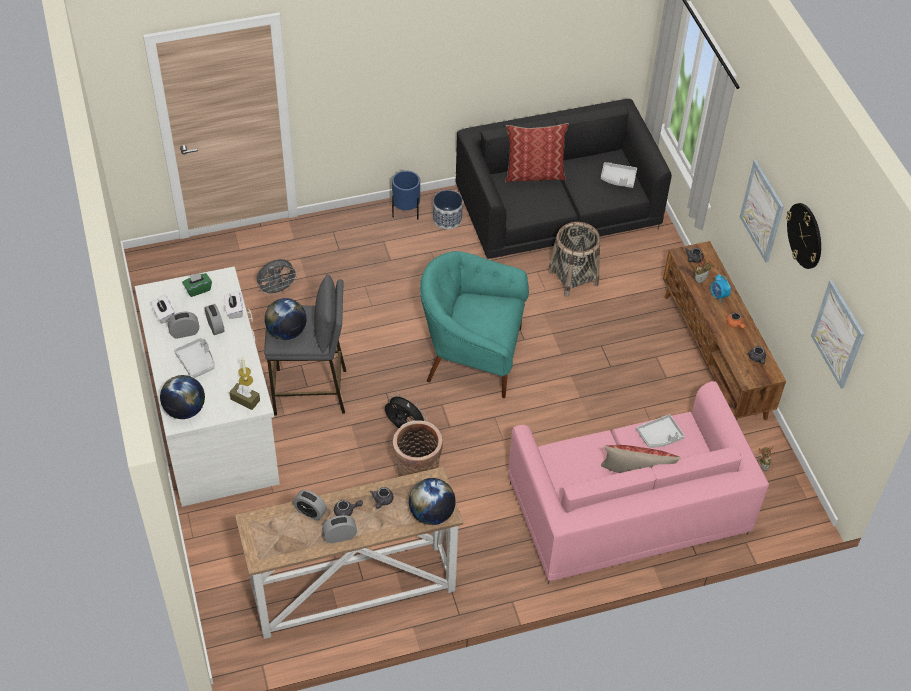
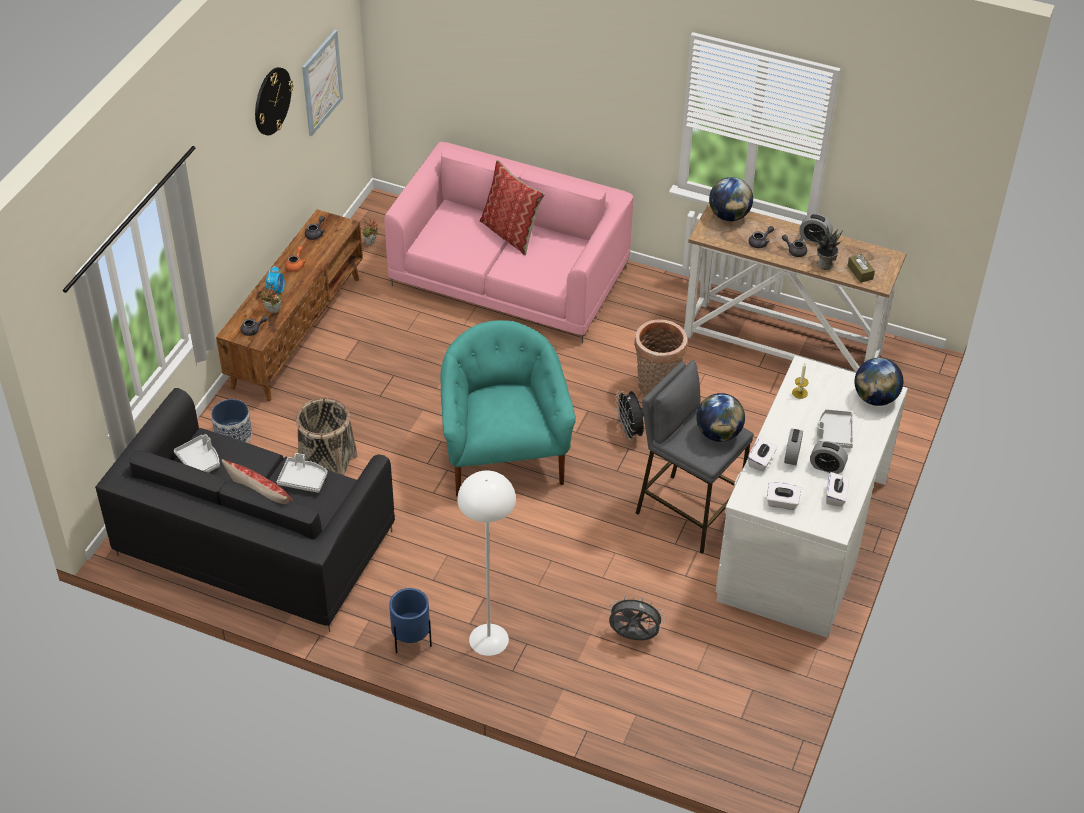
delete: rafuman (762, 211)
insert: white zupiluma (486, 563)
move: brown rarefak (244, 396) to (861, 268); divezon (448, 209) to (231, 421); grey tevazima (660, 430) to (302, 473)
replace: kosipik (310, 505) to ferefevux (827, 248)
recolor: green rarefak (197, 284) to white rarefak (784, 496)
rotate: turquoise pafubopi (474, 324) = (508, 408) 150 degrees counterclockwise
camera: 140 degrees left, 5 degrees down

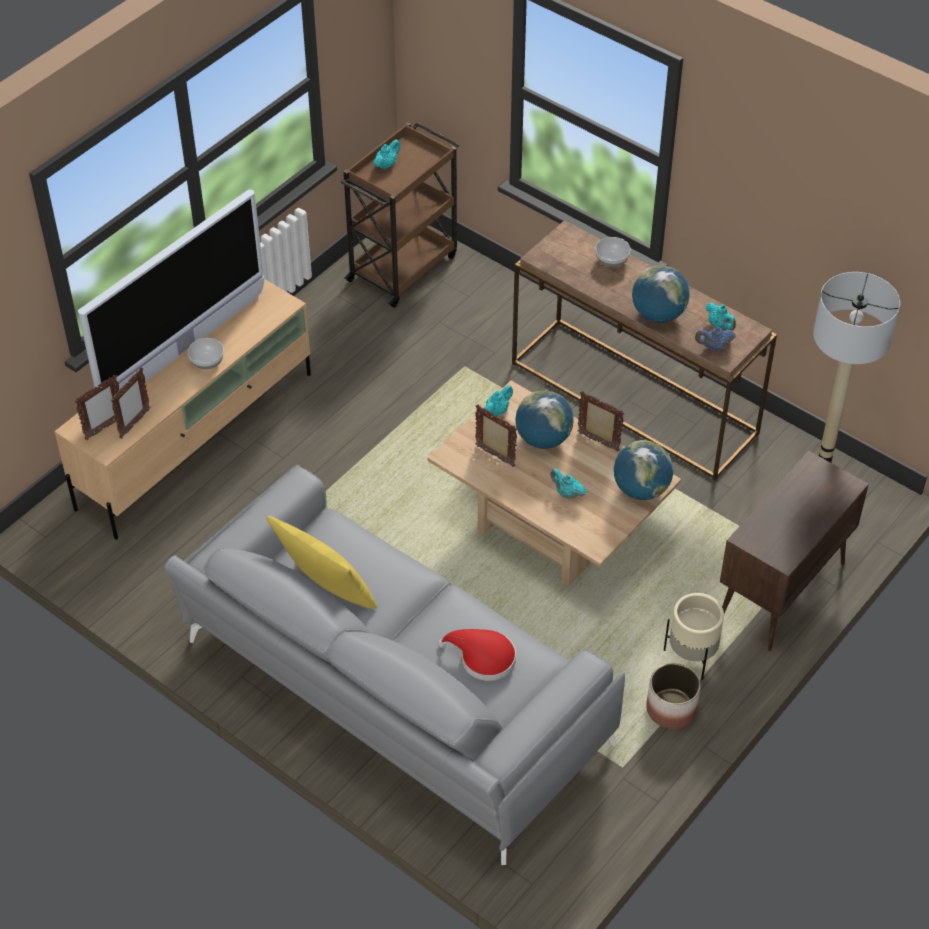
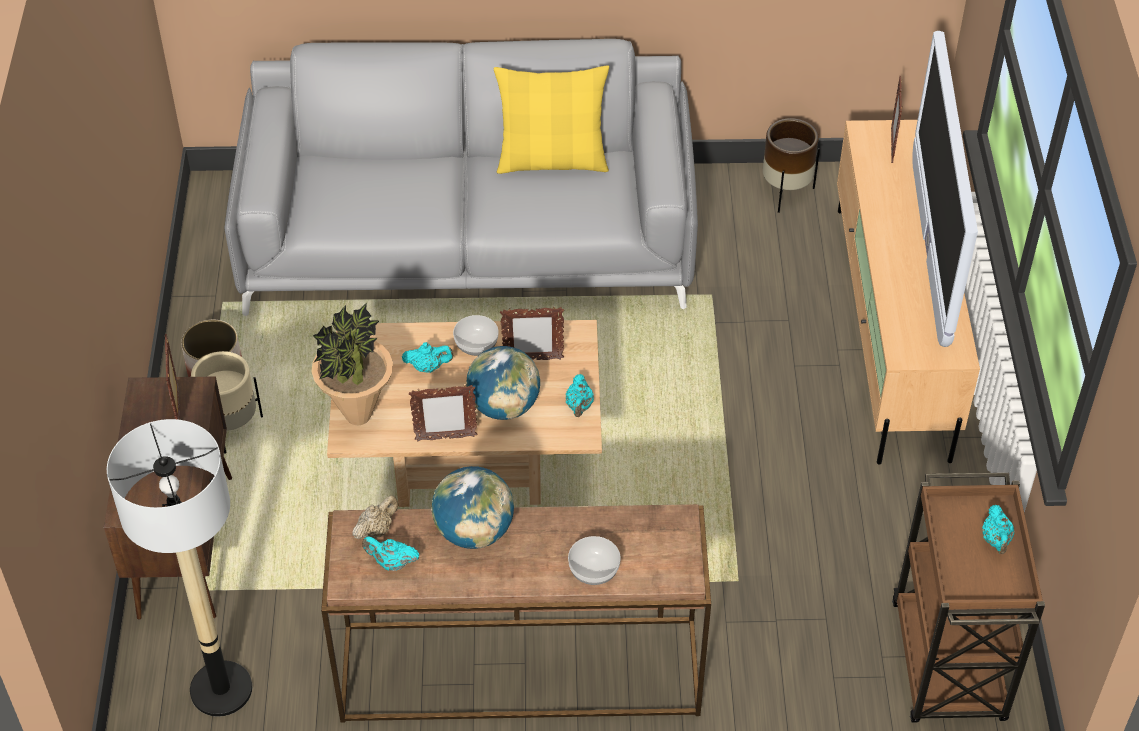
delete: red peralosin (477, 655)
insert: brown divezon (791, 165)
move: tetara (130, 403) to (172, 377); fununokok (206, 353) to (475, 335)
replace: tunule (643, 470) to ferefevux (352, 364)
recolor: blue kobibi (715, 339) to beige kobibi (375, 517)
camera: 140 degrees right, 0 degrees up

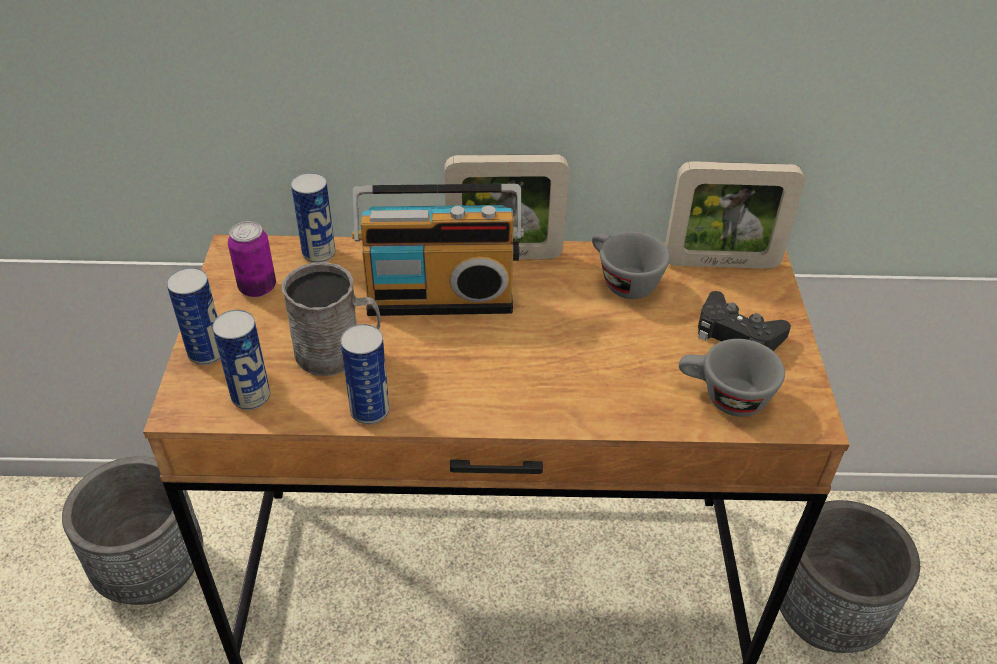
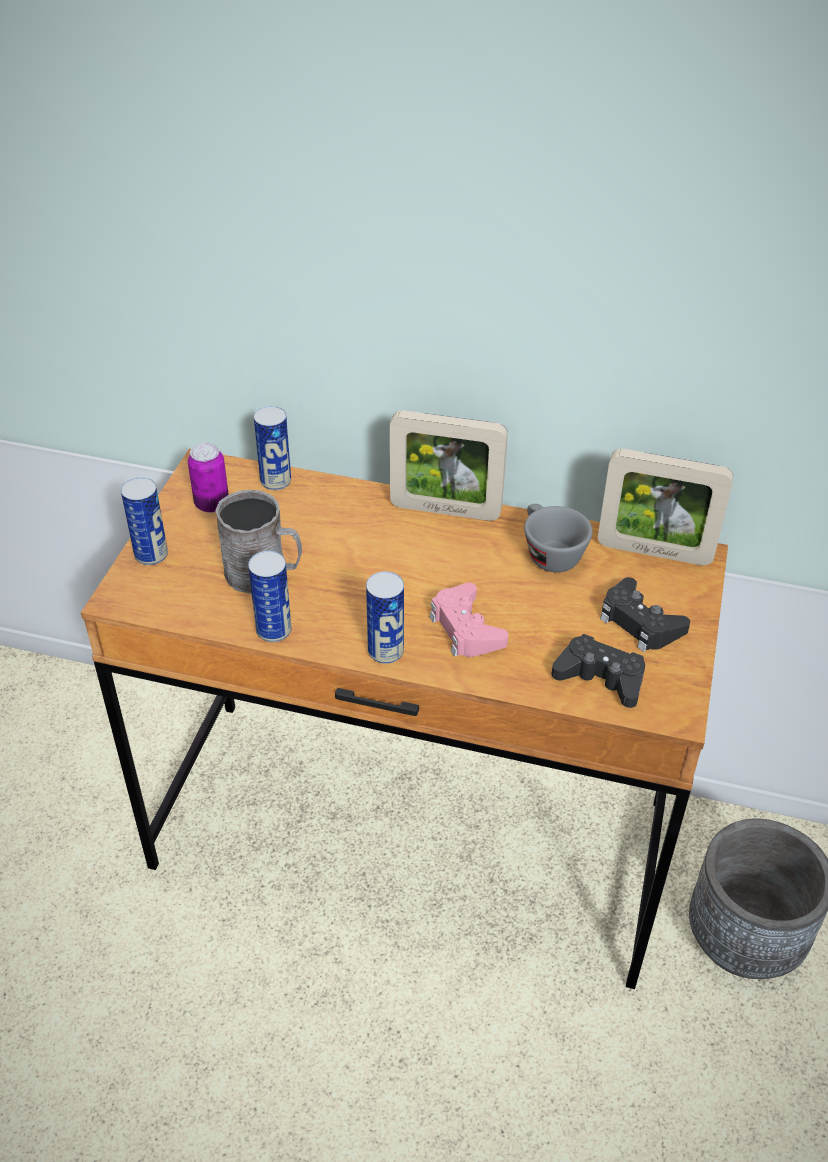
delete: grey divezon (132, 530); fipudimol (438, 250)
insert: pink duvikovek (469, 620)
move: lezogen (241, 360) to (385, 617)
replace: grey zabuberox (732, 378) to black duvikovek (598, 671)
camera: 15 degrees right, 0 degrees up

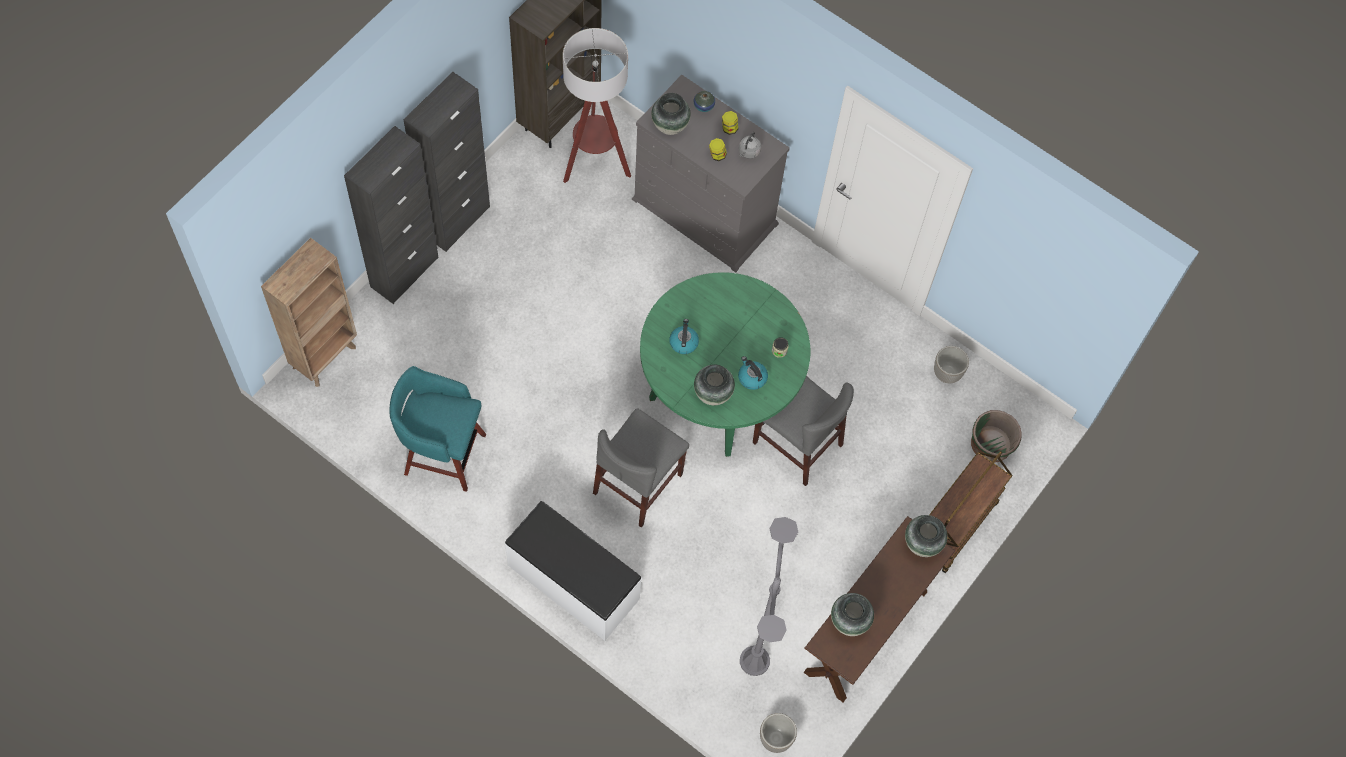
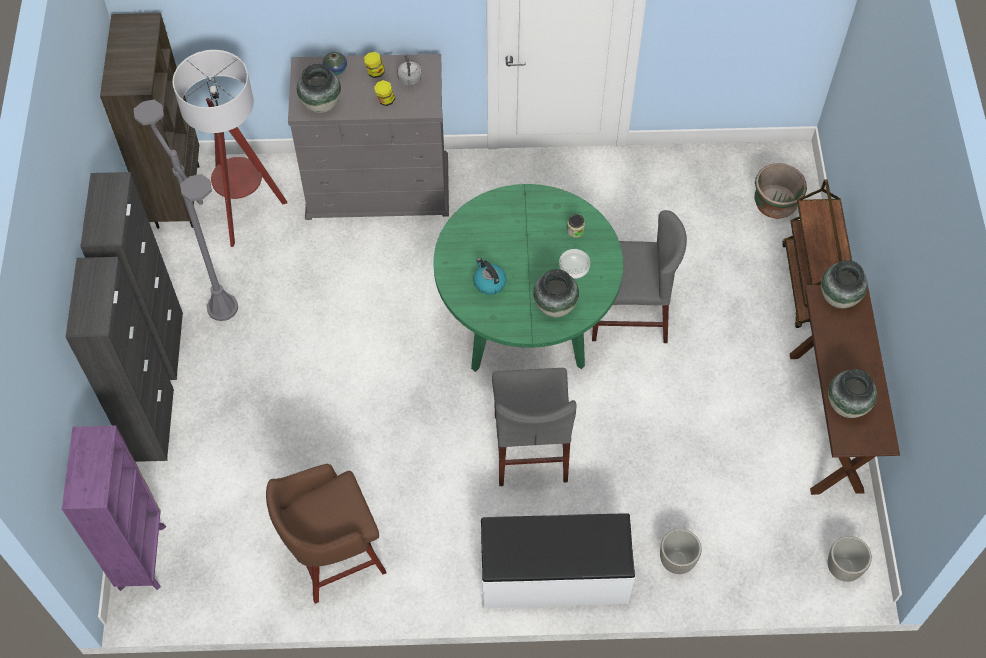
move: grey zupiluma (769, 596) to (186, 210); divezon (951, 364) to (681, 551)
replace: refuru (753, 373) to fununokok (574, 264)
recolor: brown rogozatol (309, 312) to purple rogozatol (114, 508); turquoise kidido (437, 429) to brown kidido (326, 534)
camera: 35 degrees left, 5 degrees down

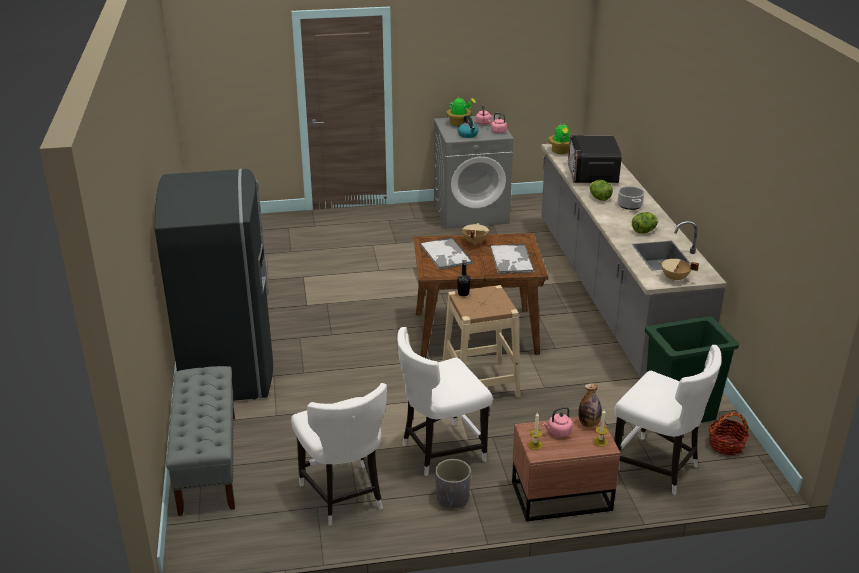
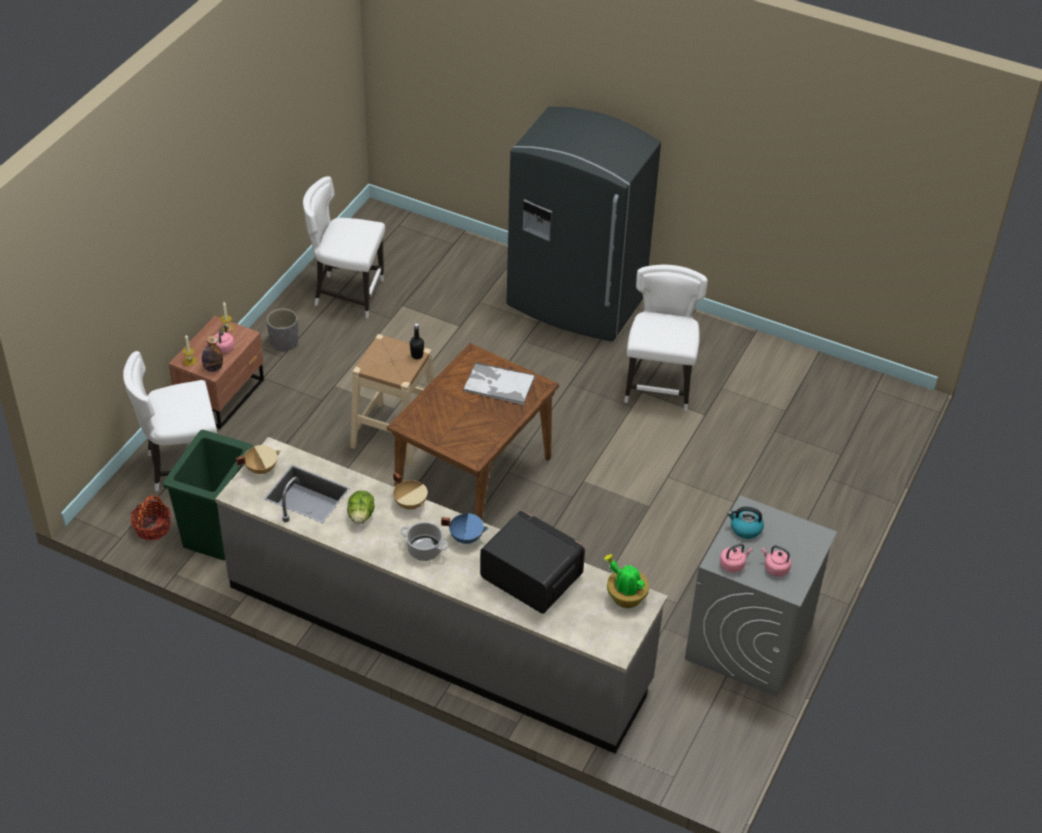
delete: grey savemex (200, 441); ferefevux (461, 111); tevazima (512, 259)
move: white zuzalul (445, 401) to (666, 338); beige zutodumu (475, 234) to (410, 491)
replace: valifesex (601, 190) to blue zutodumu (465, 528)
camera: 125 degrees right, 15 degrees up

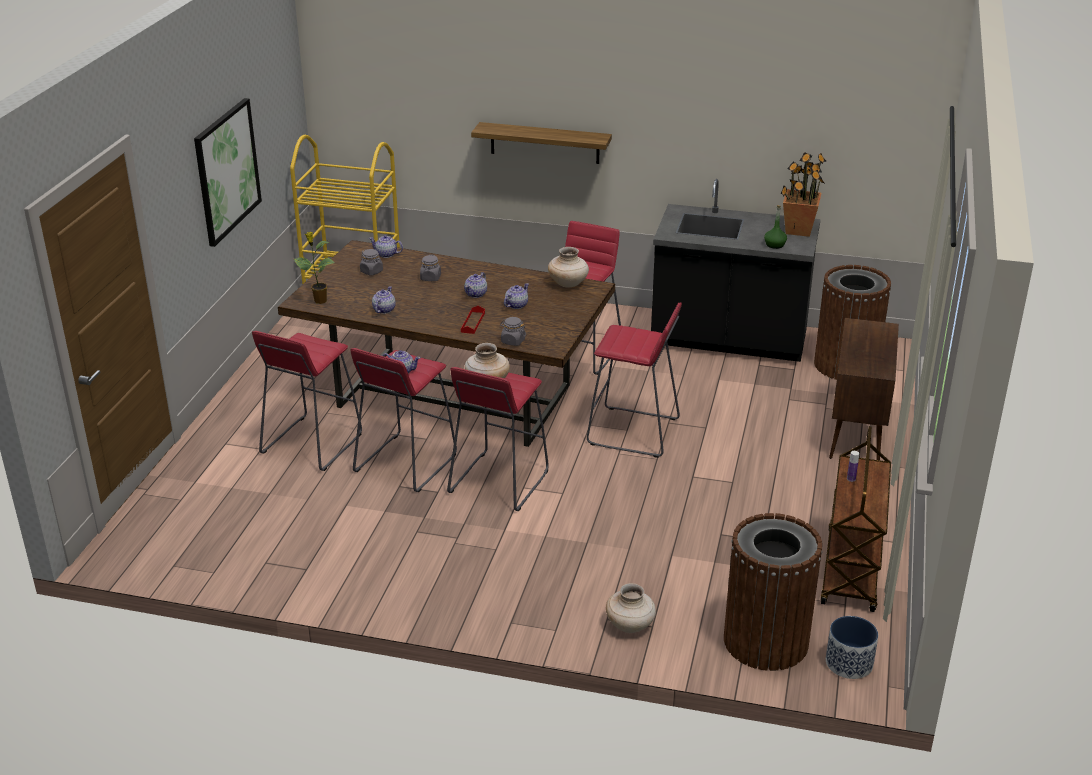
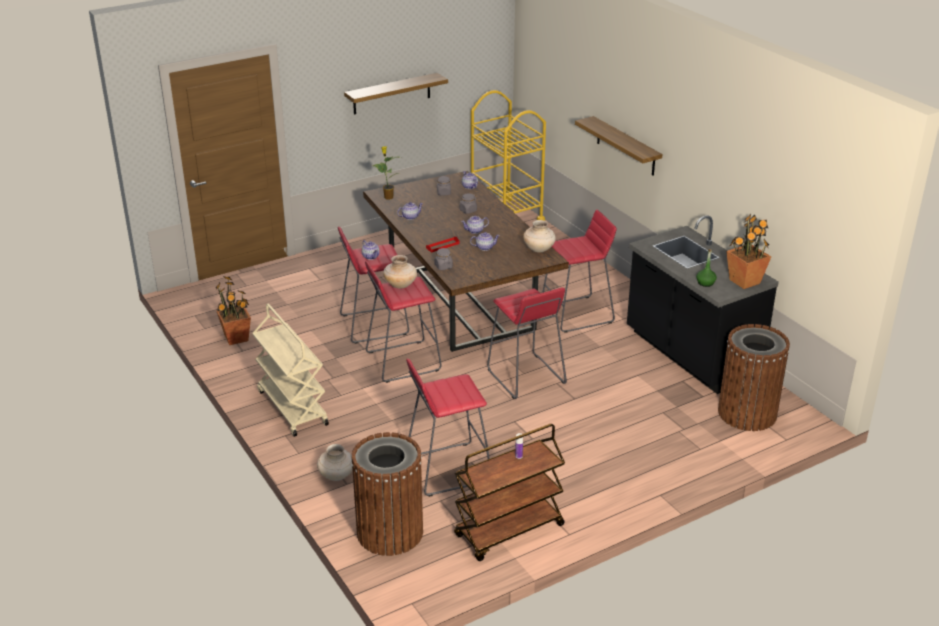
delete: divezon (852, 647); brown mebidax (864, 389)
insert: ferefevux (233, 310); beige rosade (290, 370)
move: red kidido (307, 401) to (448, 427)
replace: rafuman (228, 172) to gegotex (396, 93)
camera: 45 degrees right, 0 degrees up

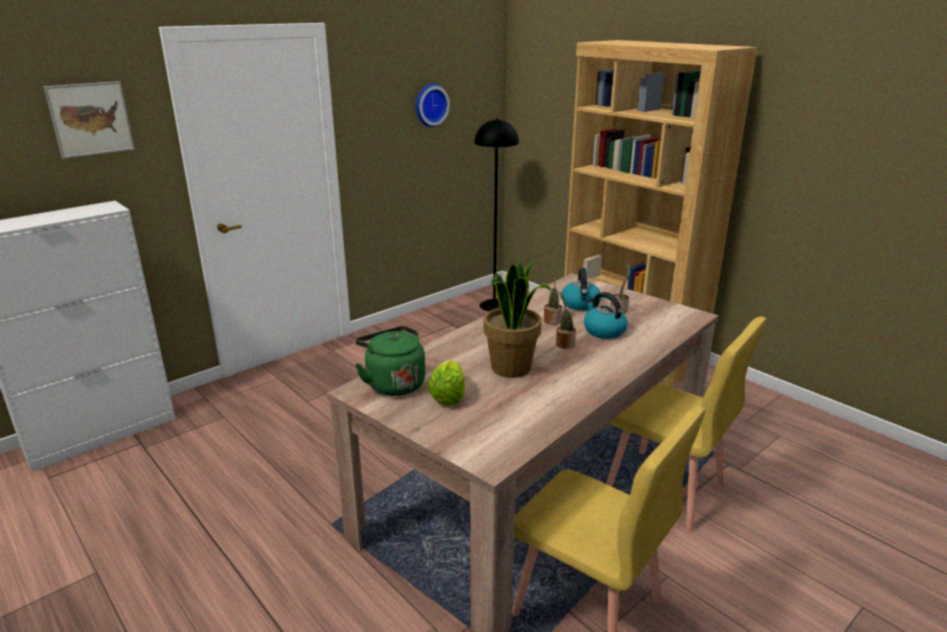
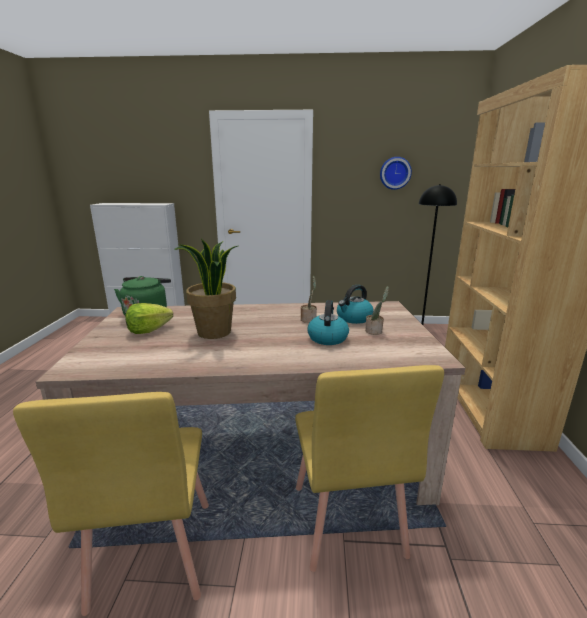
delete: rafuman (89, 120); ferefevux (566, 320)
camera: 45 degrees right, 5 degrees down

